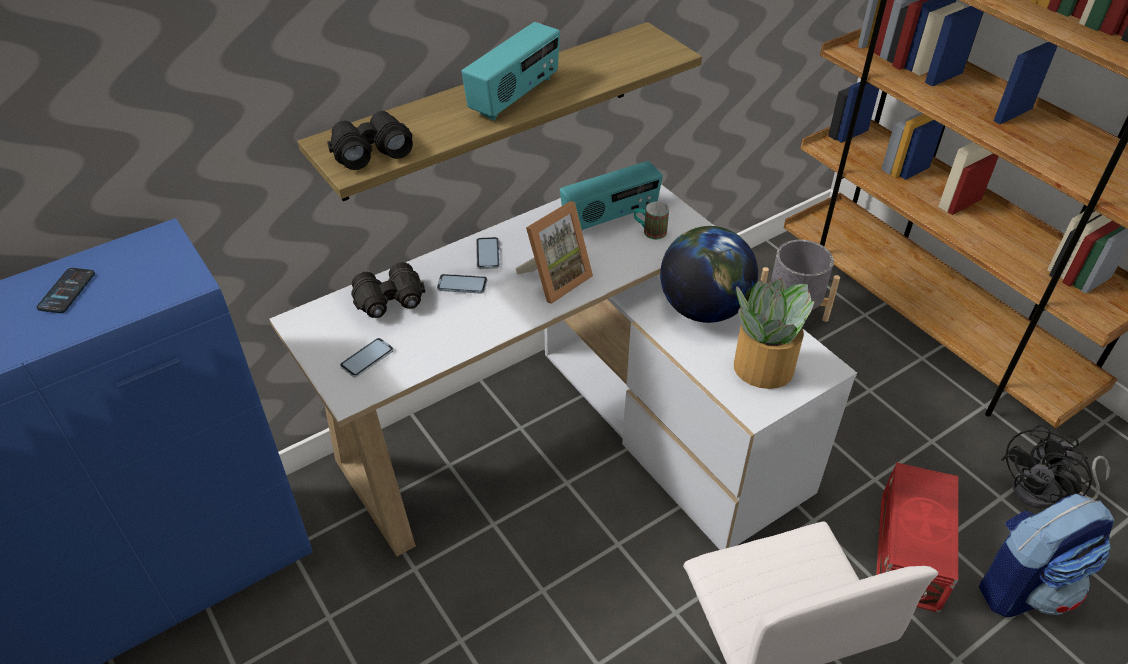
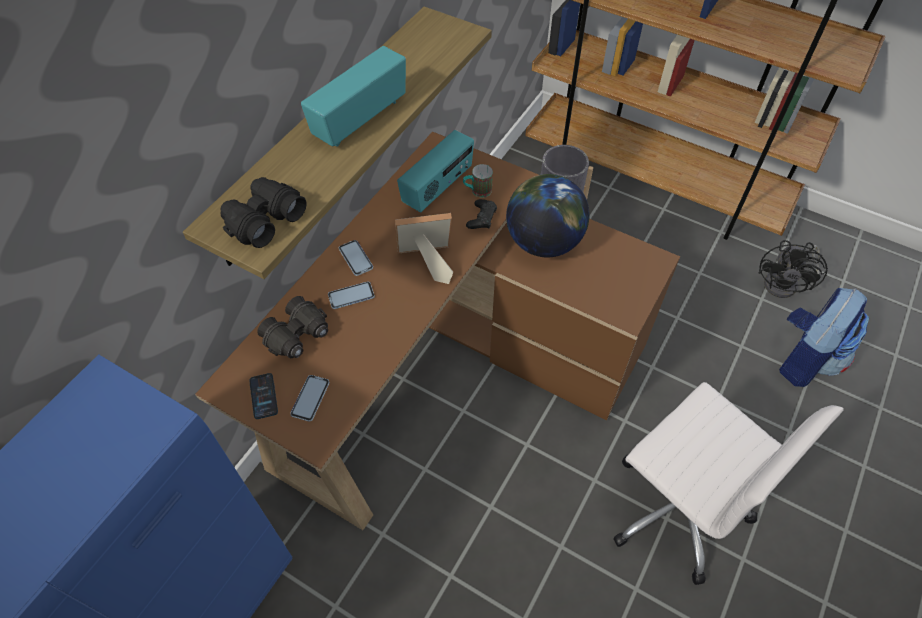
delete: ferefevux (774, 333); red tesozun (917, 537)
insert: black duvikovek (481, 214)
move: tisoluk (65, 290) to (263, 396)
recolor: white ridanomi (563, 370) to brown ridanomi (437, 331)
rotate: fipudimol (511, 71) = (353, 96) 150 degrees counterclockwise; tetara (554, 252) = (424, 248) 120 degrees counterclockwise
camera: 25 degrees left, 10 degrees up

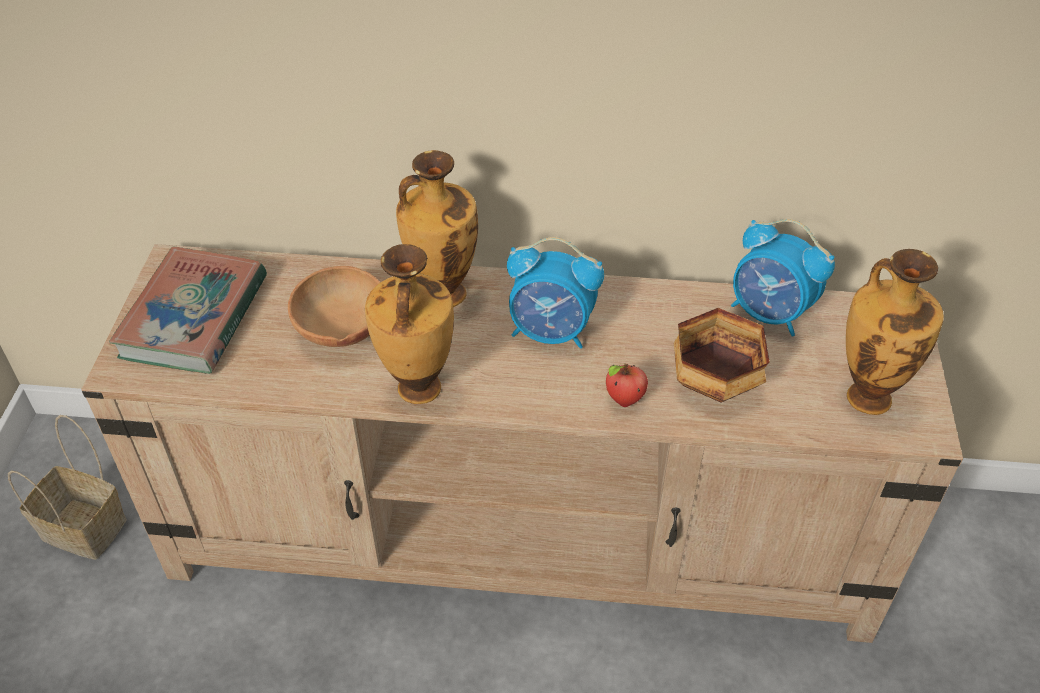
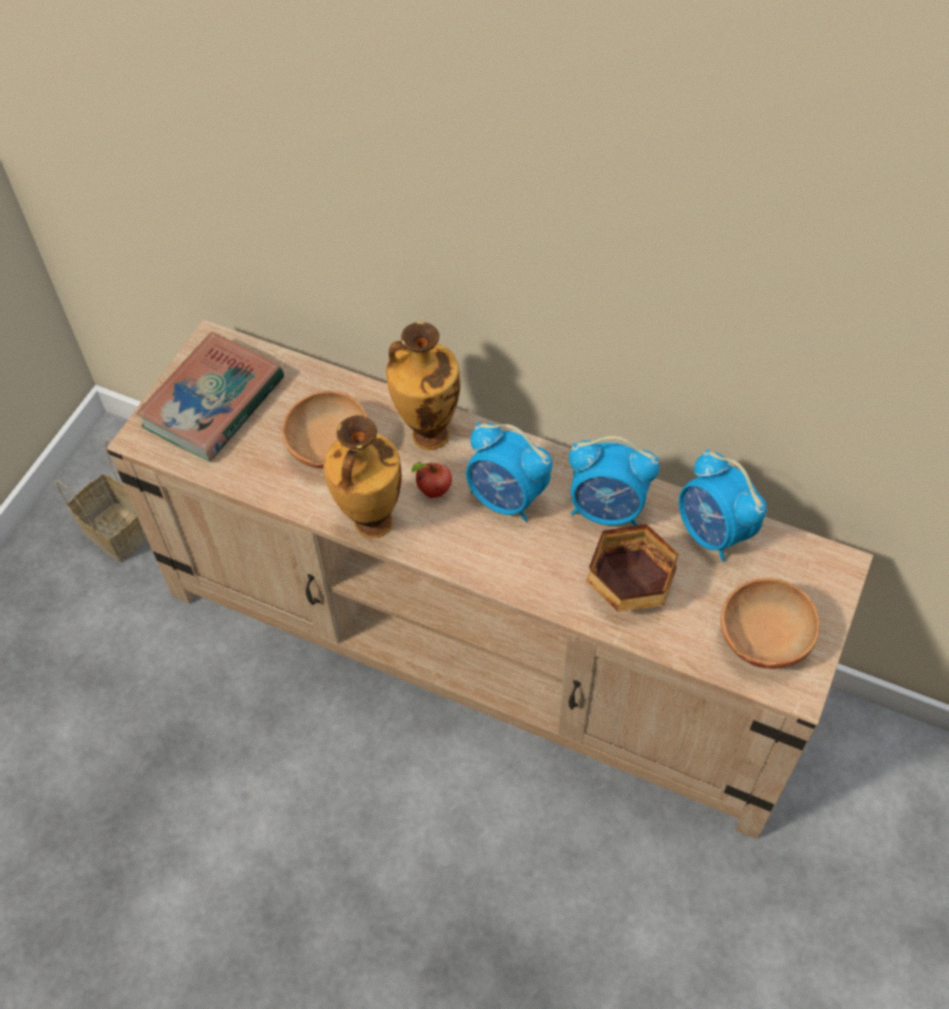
insert: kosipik (614, 481)
move: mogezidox (627, 385) to (431, 480)
replace: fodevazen (895, 332) to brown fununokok (770, 623)
camera: 20 degrees right, 10 degrees up

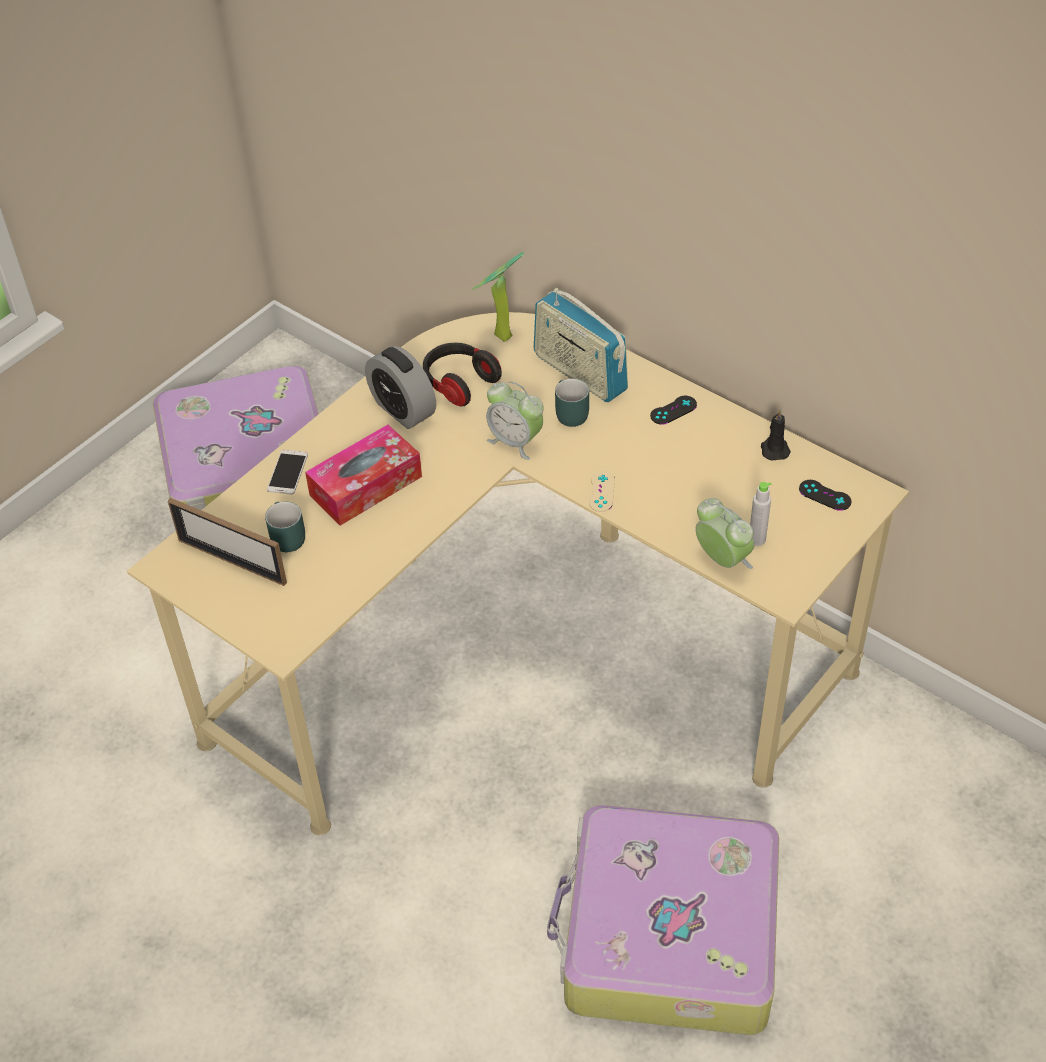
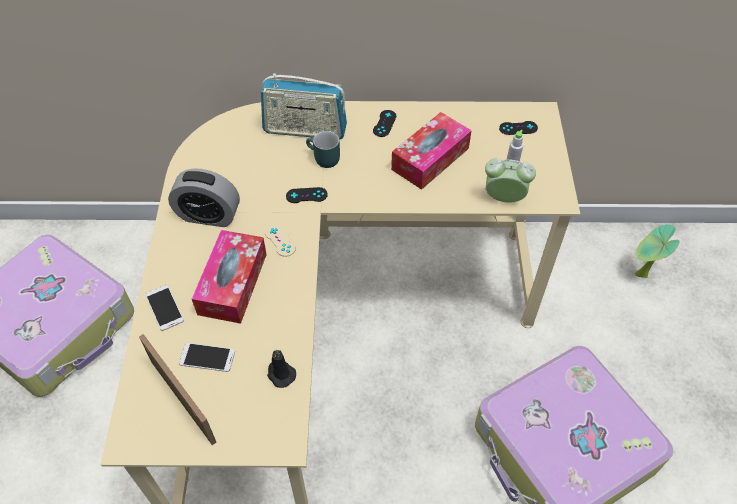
delete: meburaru (462, 375)
insert: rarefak (431, 151)
move: ferefevux (498, 297) to (657, 251); beige duvikovek (602, 491) to (280, 240); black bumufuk (776, 435) to (281, 368)
replace: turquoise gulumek (285, 526) to tisoluk (207, 357); kosipik (515, 420) to black duvikovek (307, 195)
rotate: tetara (227, 542) = (177, 389) 120 degrees counterclockwise
camera: 40 degrees left, 5 degrees up

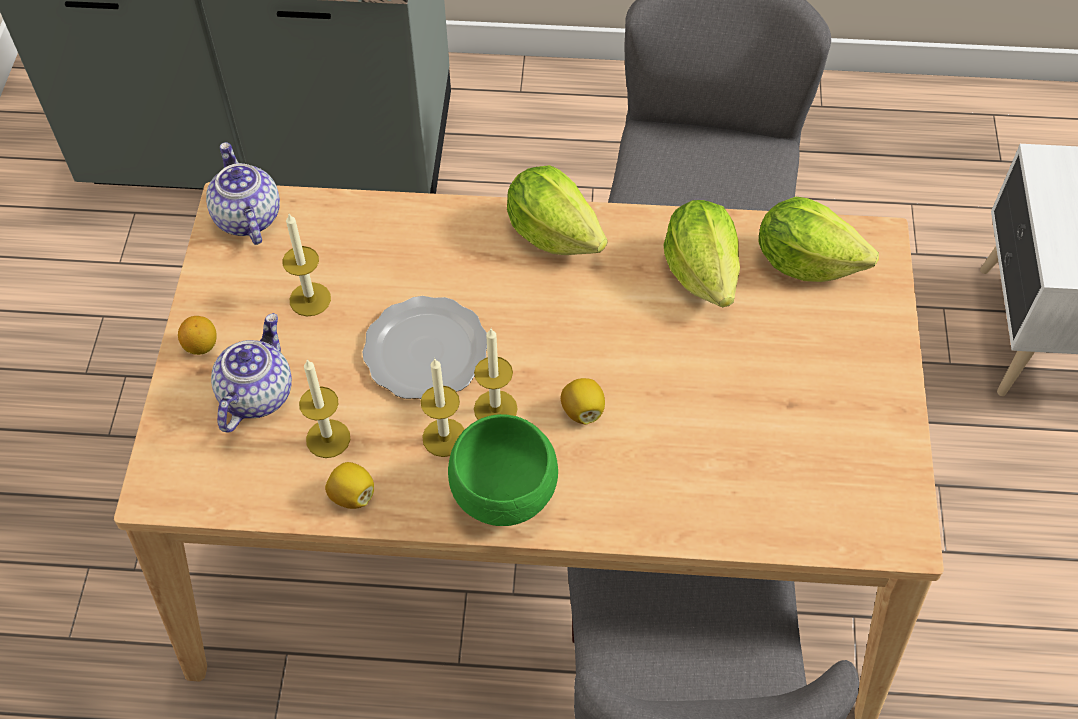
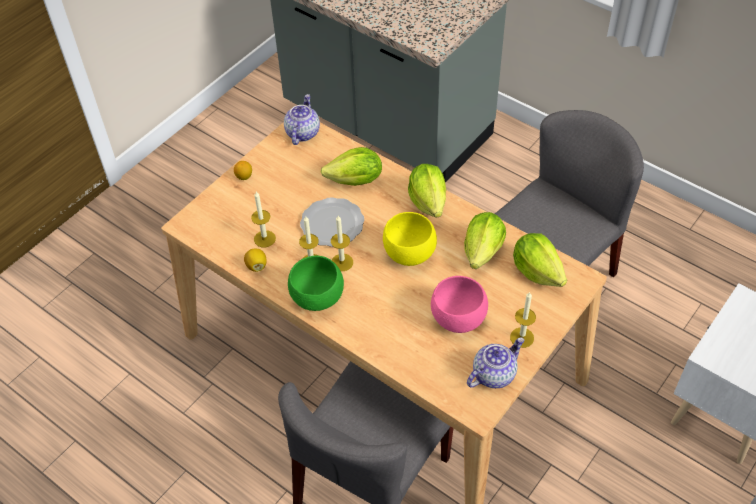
delete: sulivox (583, 401)
insert: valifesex (351, 166); yellow fununokok (410, 239); pink fununokok (459, 304)
move: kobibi (251, 373) to (495, 362); bumufuk (306, 265) to (523, 320)
camera: 35 degrees right, 5 degrees down

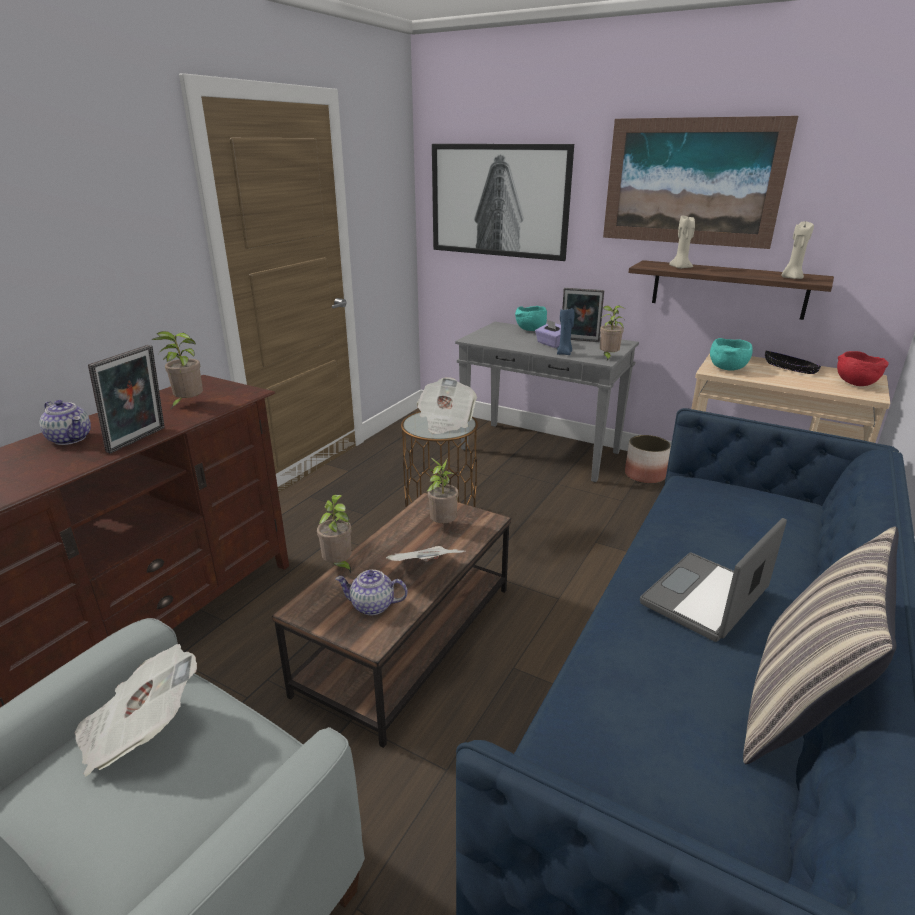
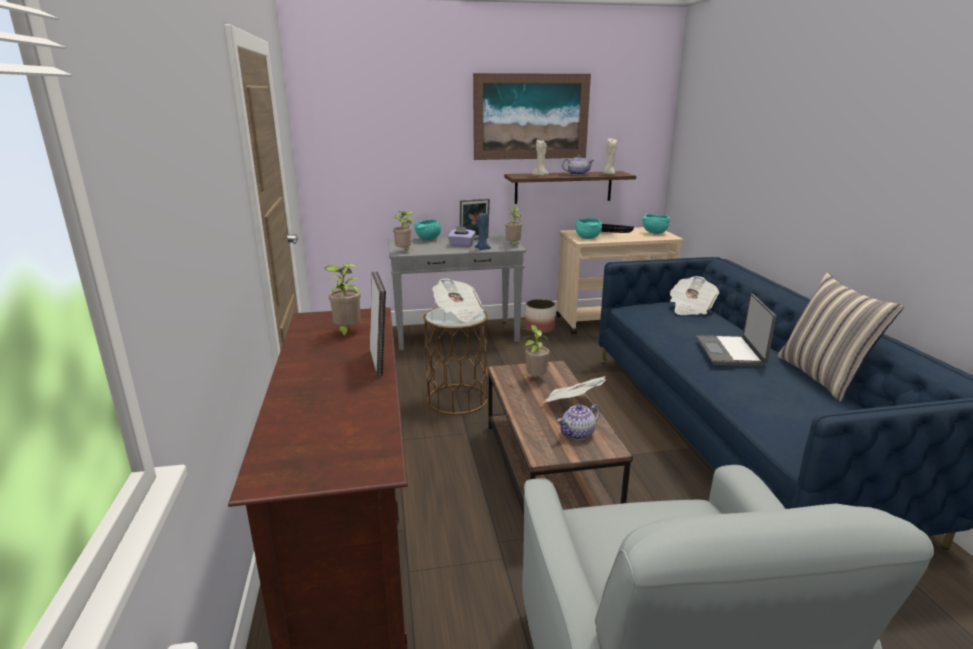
delete: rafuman (503, 202)
move: kobibi (65, 422) to (578, 165); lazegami (135, 710) to (694, 295); ferefevux (334, 534) to (403, 230)
recolor: red fununokok (863, 368) to turquoise fununokok (656, 224)
camera: 40 degrees left, 5 degrees down

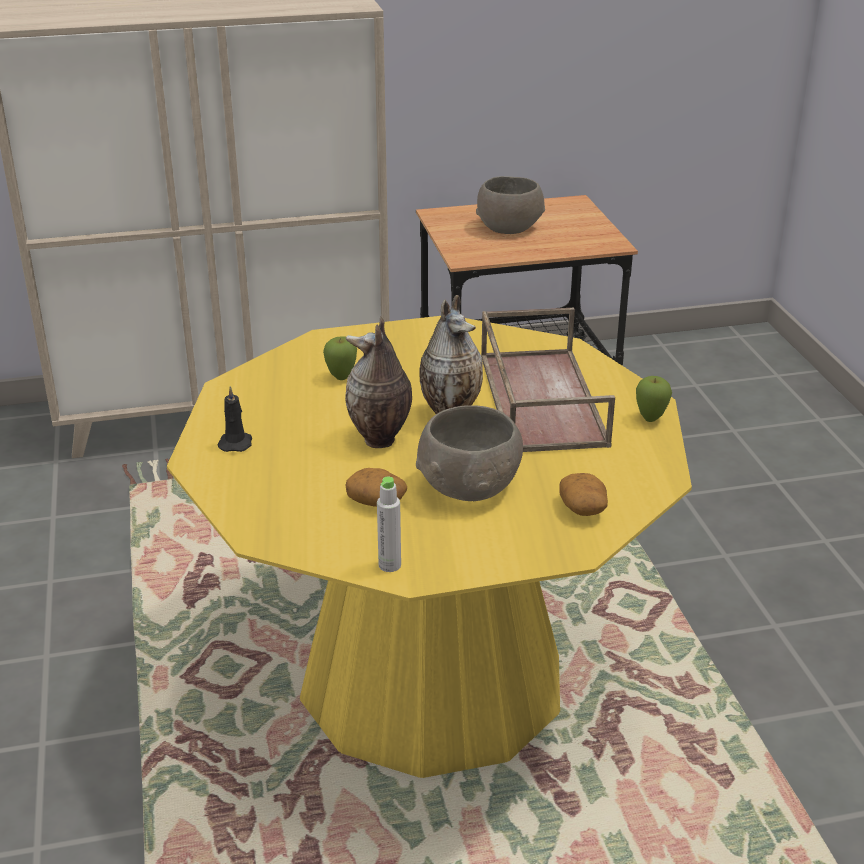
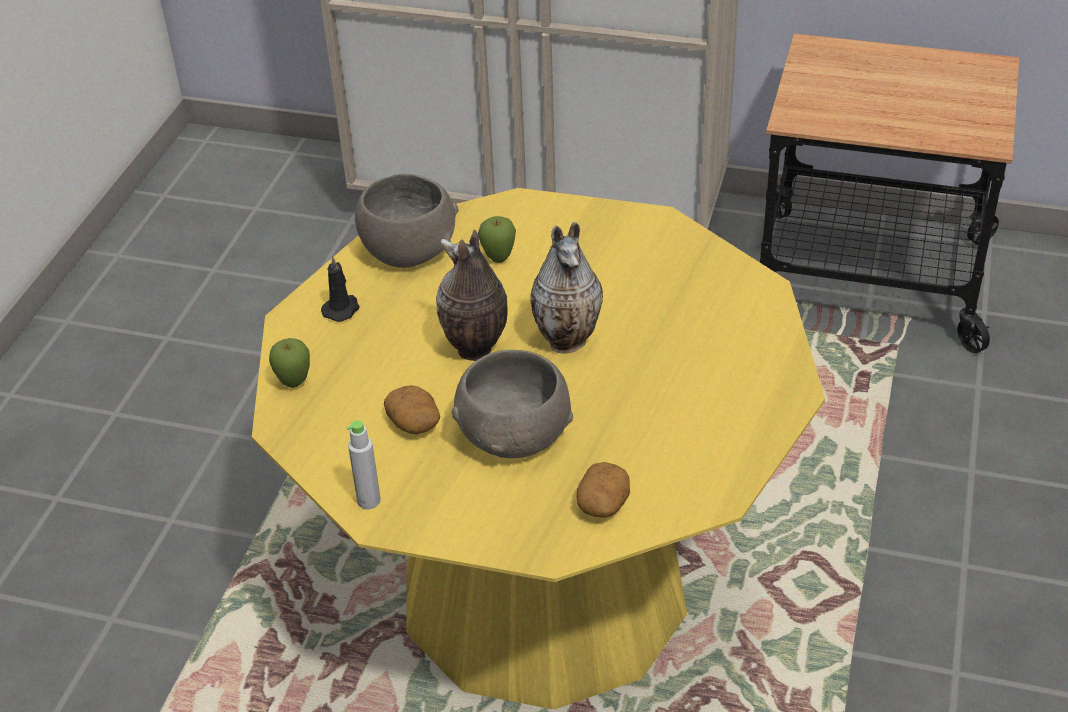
delete: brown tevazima (548, 380)
move: grey fununokok (510, 205) to (406, 220); mogezidox (654, 399) to (289, 363)
camera: 30 degrees right, 10 degrees up

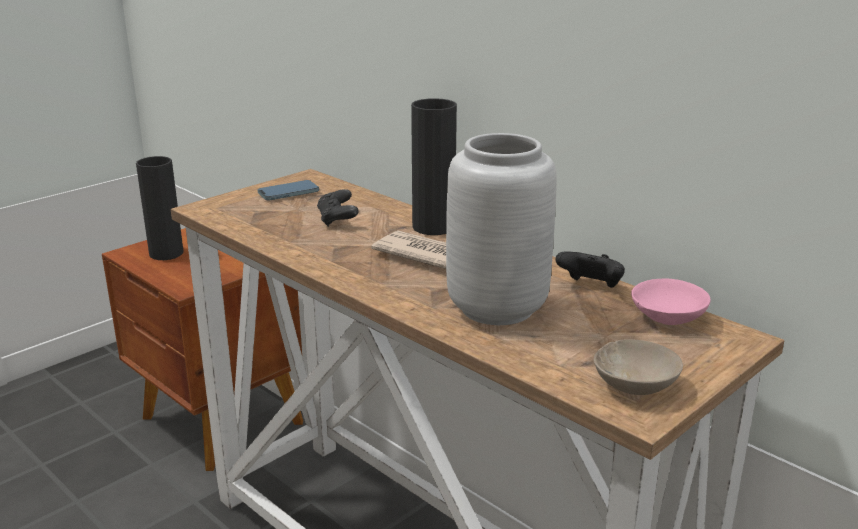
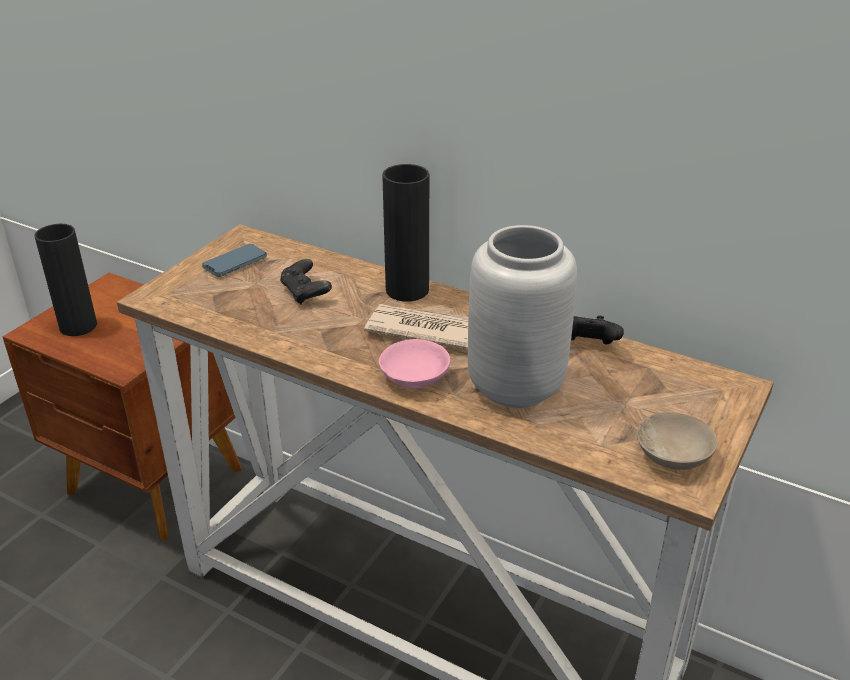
move: pink fununokok (671, 302) to (414, 364)
camera: 15 degrees left, 10 degrees up

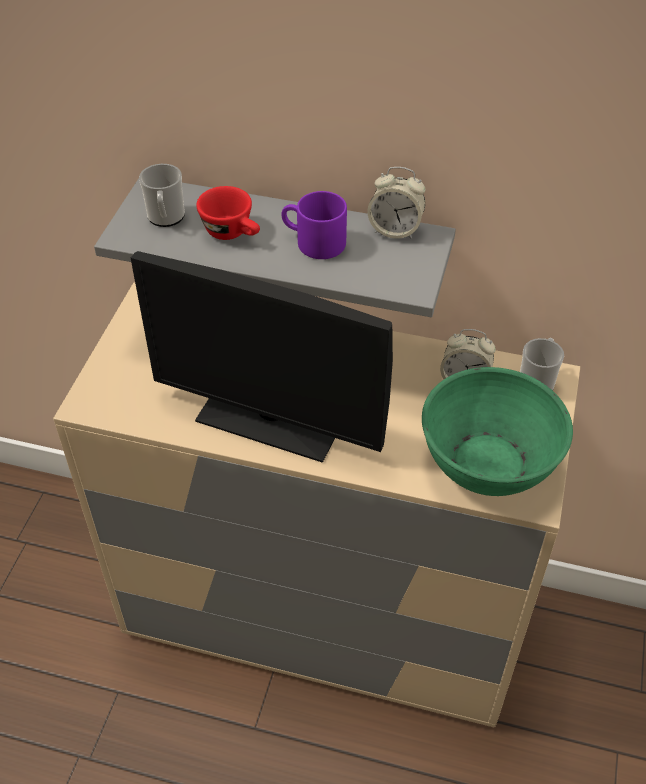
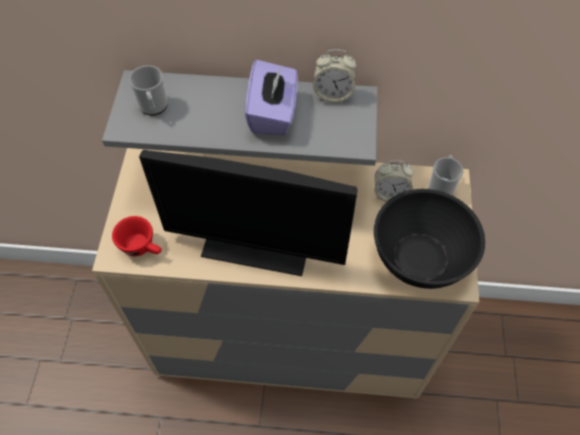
move: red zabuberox (228, 213) to (137, 236)
replace: purple gulumek (314, 225) to purple rarefak (271, 97)
recolor: green fununokok (497, 431) to black fununokok (429, 239)
camera: 10 degrees left, 10 degrees up

